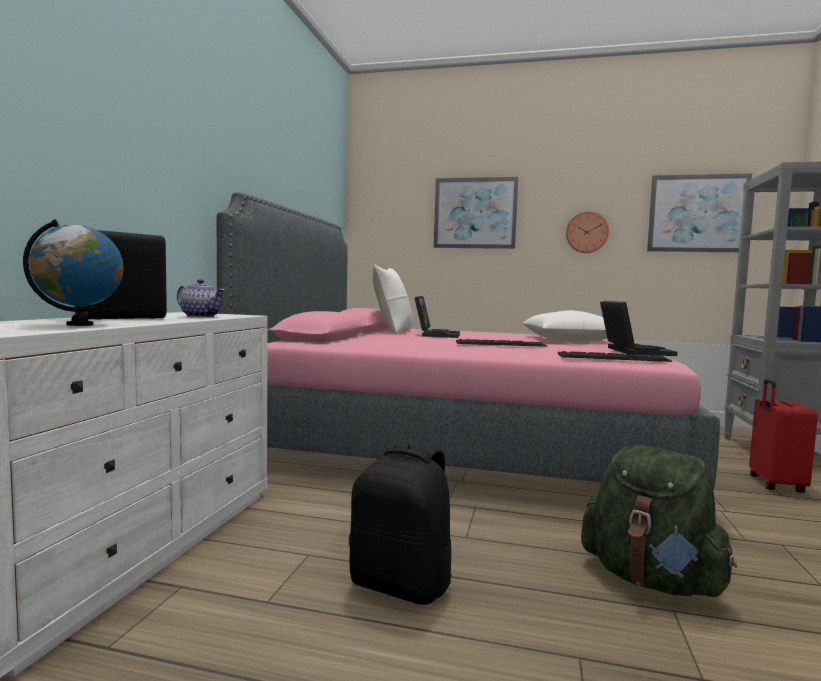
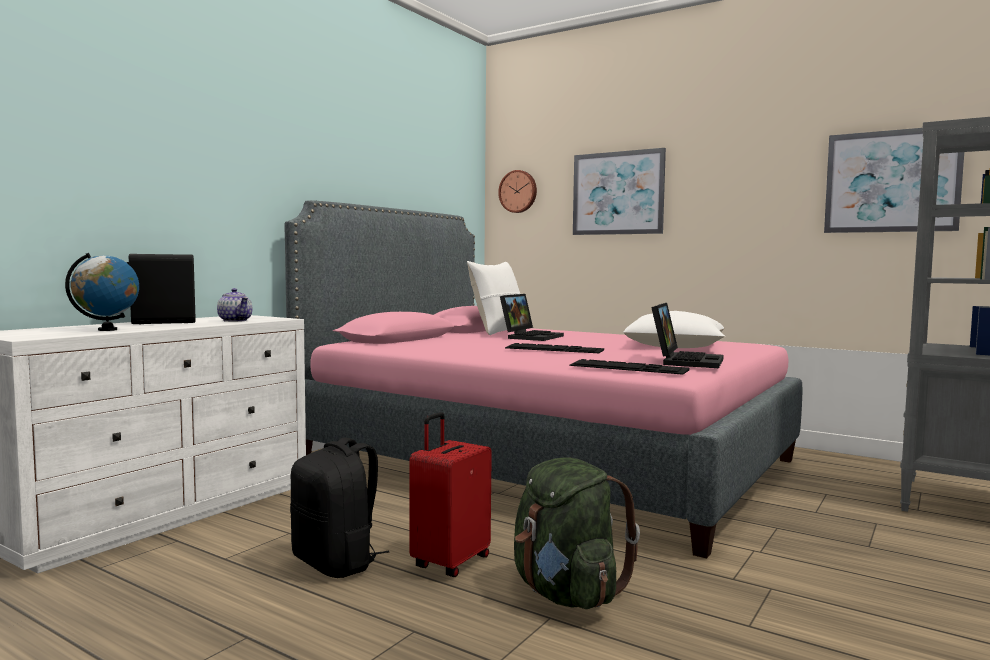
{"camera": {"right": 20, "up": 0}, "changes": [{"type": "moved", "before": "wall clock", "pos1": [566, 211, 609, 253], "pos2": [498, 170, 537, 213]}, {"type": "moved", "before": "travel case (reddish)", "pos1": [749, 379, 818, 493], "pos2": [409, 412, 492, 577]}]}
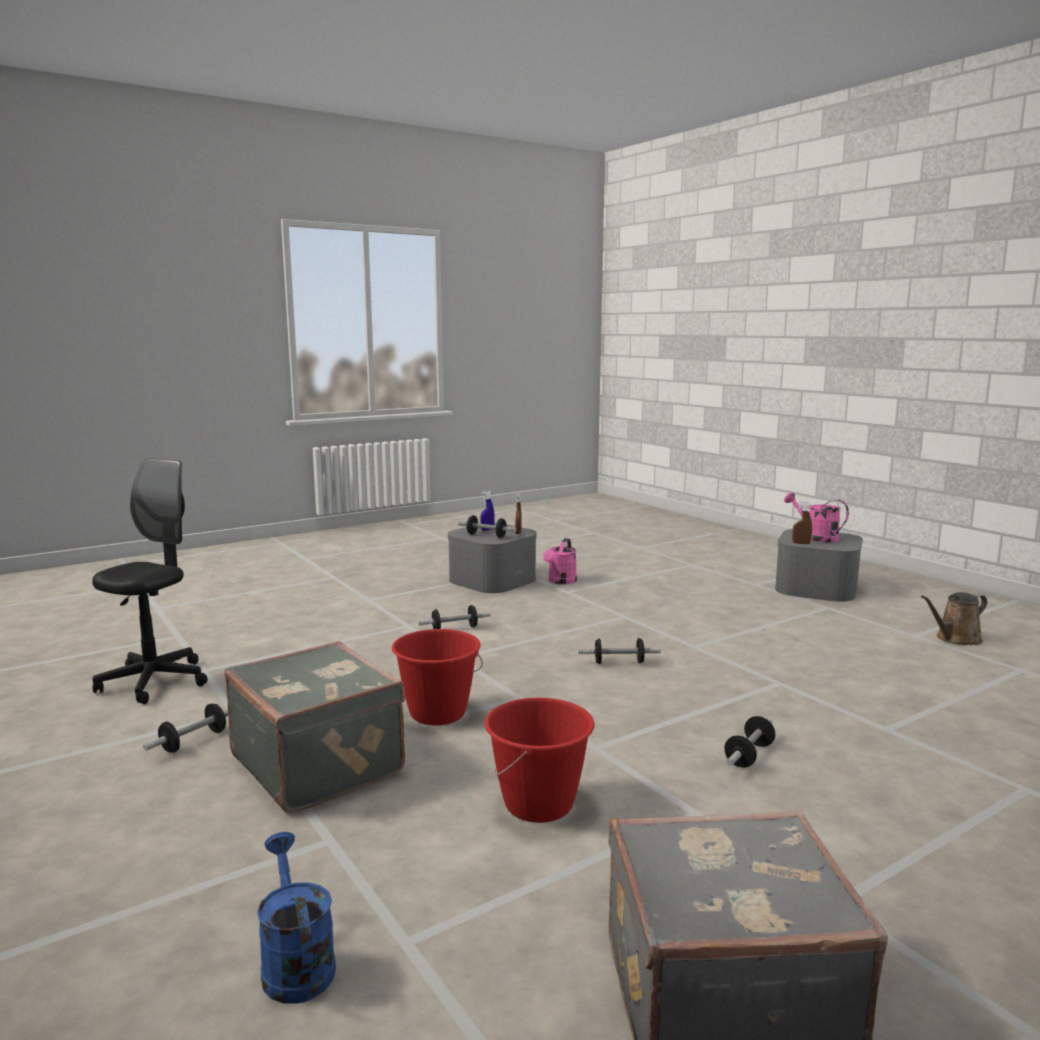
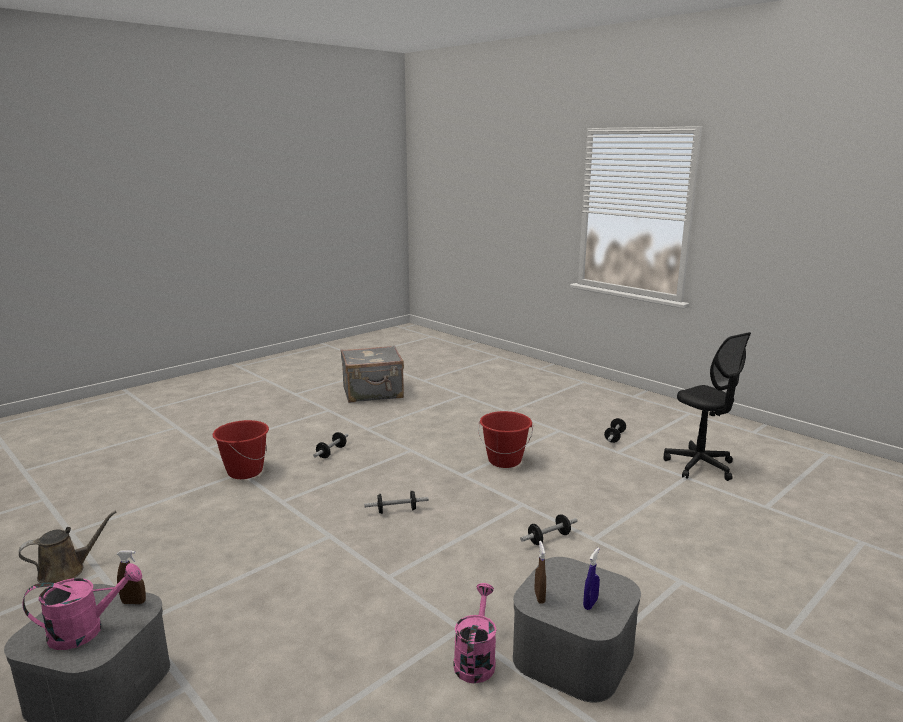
{"camera": {"right": 170, "up": 5}, "changes": [{"type": "turned", "before": "computer chair (blackish)", "pos1": [92, 458, 207, 704], "pos2": [663, 332, 751, 481], "turn": -45}, {"type": "removed", "before": "travel case (grey)", "pos1": [224, 641, 405, 813]}, {"type": "removed", "before": "sprinkling can (bluish)", "pos1": [257, 832, 336, 1004]}, {"type": "removed", "before": "dumbbell", "pos1": [458, 515, 516, 538]}, {"type": "moved", "before": "water bucket (reddish)", "pos1": [484, 697, 594, 823], "pos2": [213, 420, 269, 479]}, {"type": "turned", "before": "sprinkling can (pink-coloured)", "pos1": [784, 492, 849, 542], "pos2": [23, 563, 142, 650], "turn": -60}]}
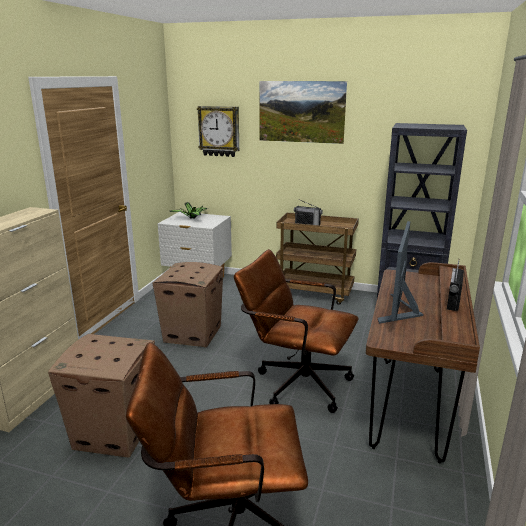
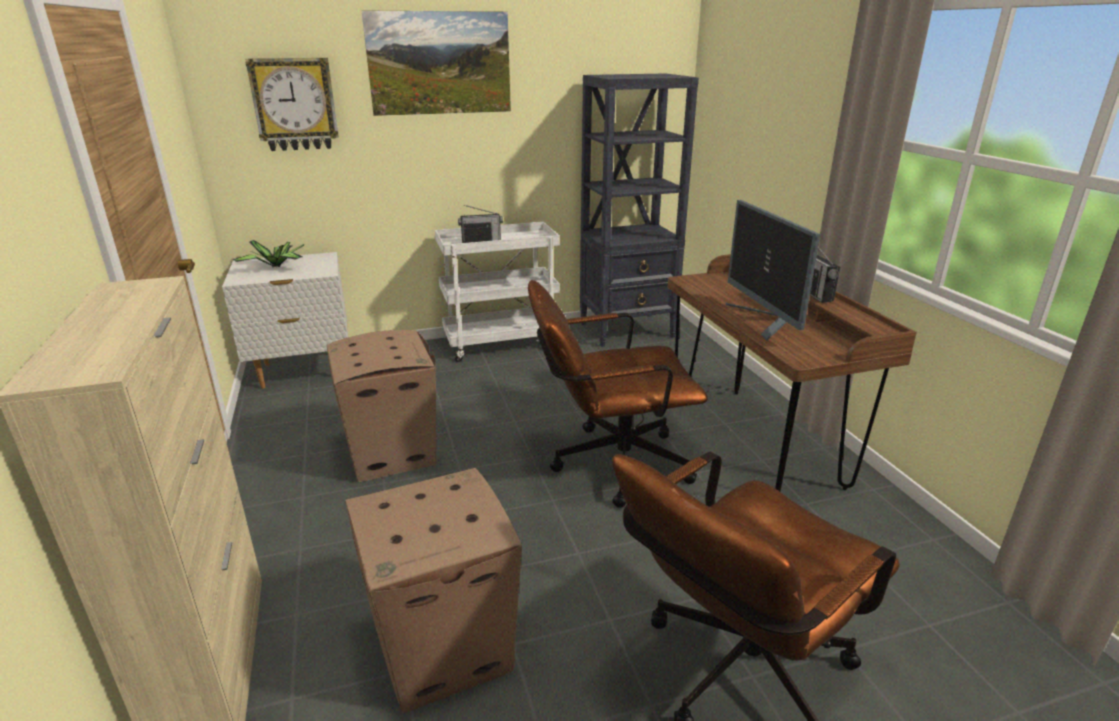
{"camera": {"right": -35, "up": 5}, "changes": [{"type": "recoloured", "before": "trolley (brownish)", "after": "trolley (whitish)", "pos1": [276, 213, 359, 305], "pos2": [435, 222, 560, 362]}]}
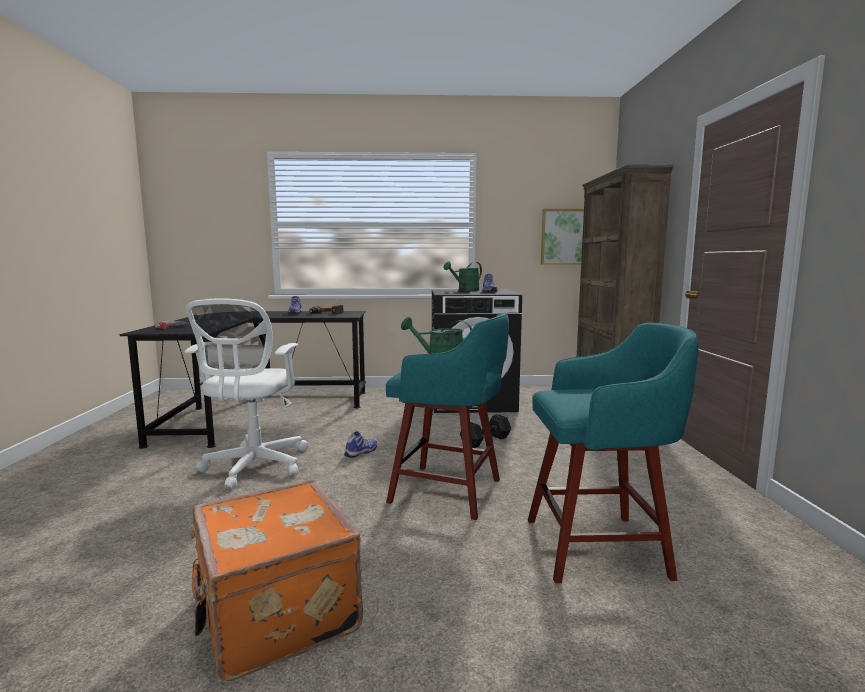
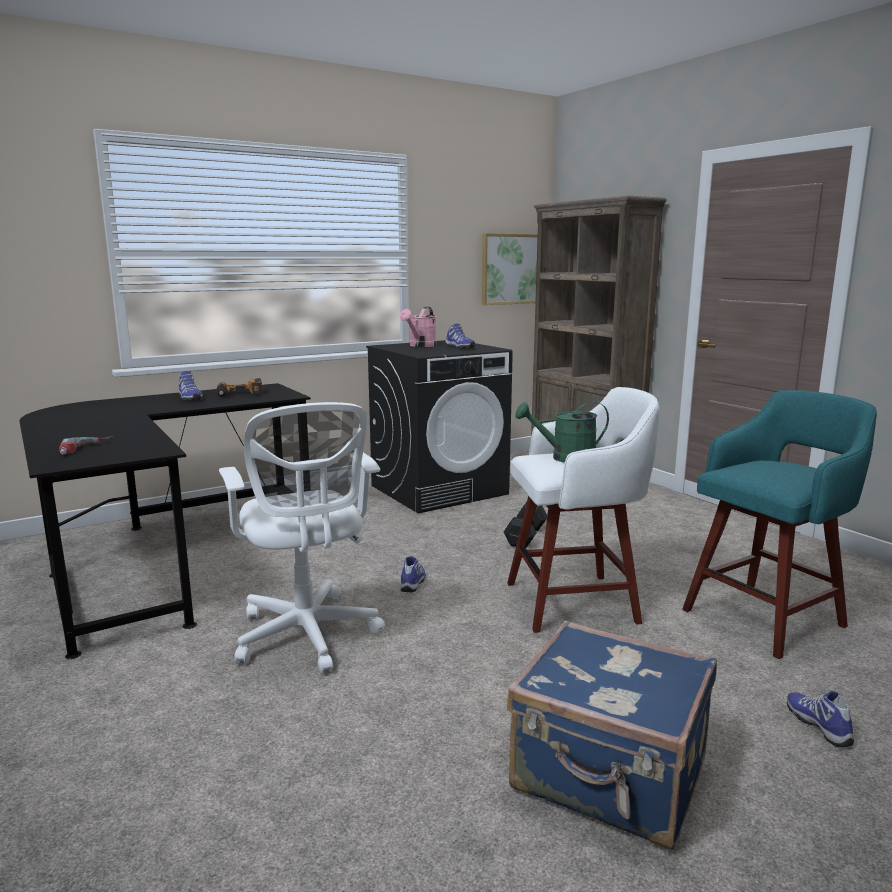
{"camera": {"right": -30, "up": 5}, "changes": [{"type": "recoloured", "before": "travel case (orange-coloured)", "after": "travel case (bluish)", "pos1": [189, 479, 363, 681], "pos2": [507, 621, 717, 850]}, {"type": "recoloured", "before": "sitting stool (turquoise)", "after": "sitting stool (whitish)", "pos1": [386, 313, 509, 520], "pos2": [507, 387, 660, 633]}, {"type": "recoloured", "before": "sprinkling can (green-coloured)", "after": "sprinkling can (pink-coloured)", "pos1": [443, 262, 482, 291], "pos2": [400, 307, 437, 347]}, {"type": "added", "after": "shoe", "pos2": [787, 691, 854, 748]}]}
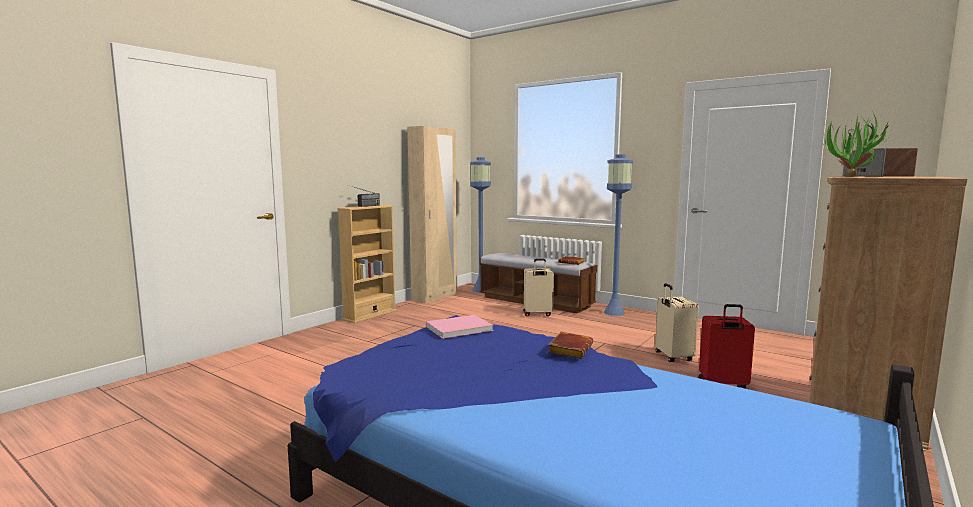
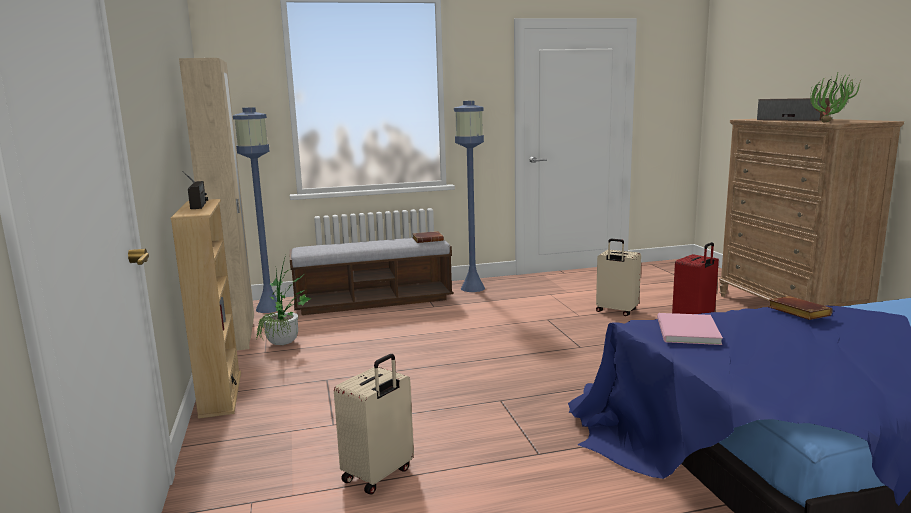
{"camera": {"right": -50, "up": 5}, "changes": [{"type": "moved", "before": "travel case (sand-coloured)", "pos1": [523, 259, 554, 316], "pos2": [334, 354, 414, 494]}, {"type": "added", "after": "plant in a pot", "pos2": [256, 255, 311, 345]}]}
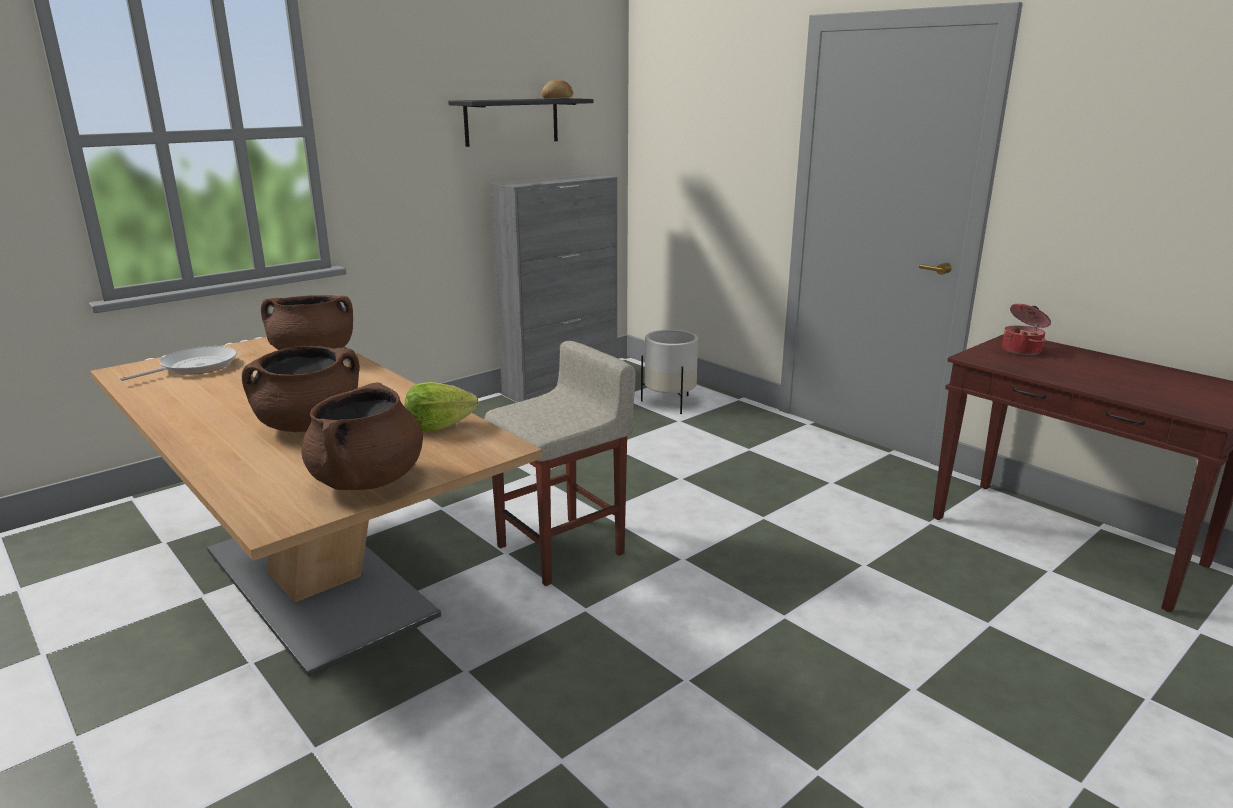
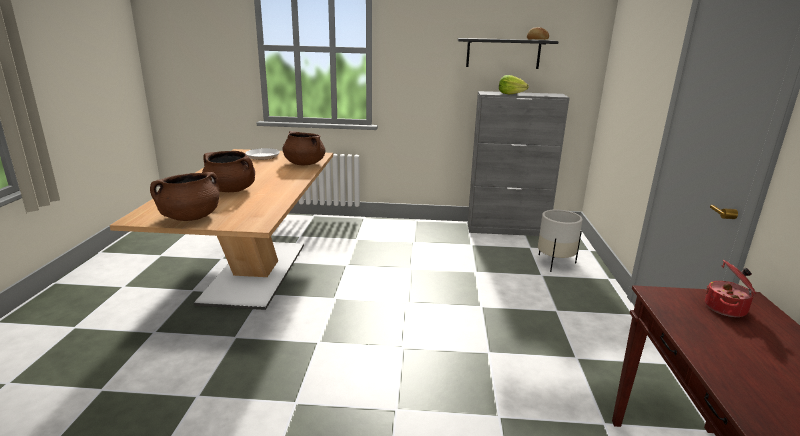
{"camera": {"right": 45, "up": 0}, "changes": [{"type": "moved", "before": "head of lettuce", "pos1": [405, 382, 479, 431], "pos2": [499, 75, 528, 94]}, {"type": "removed", "before": "sitting stool (sand-coloured)", "pos1": [484, 341, 636, 586]}]}
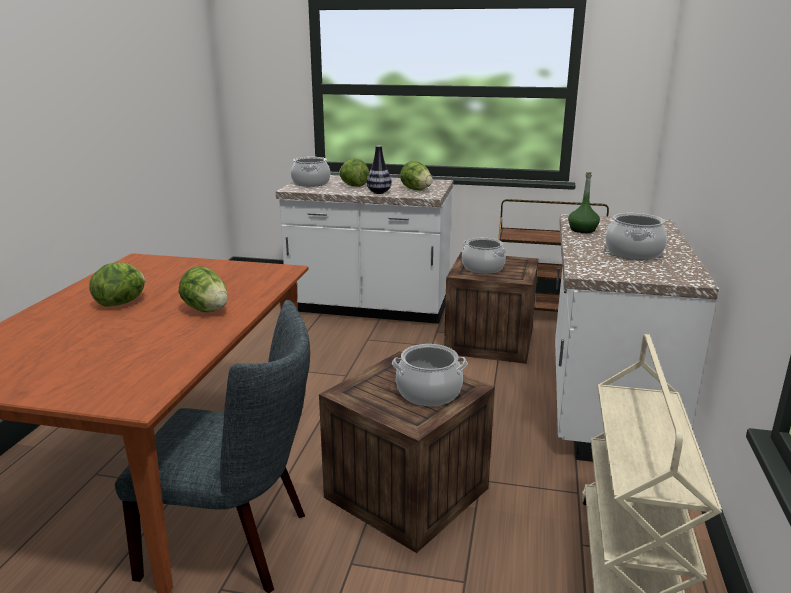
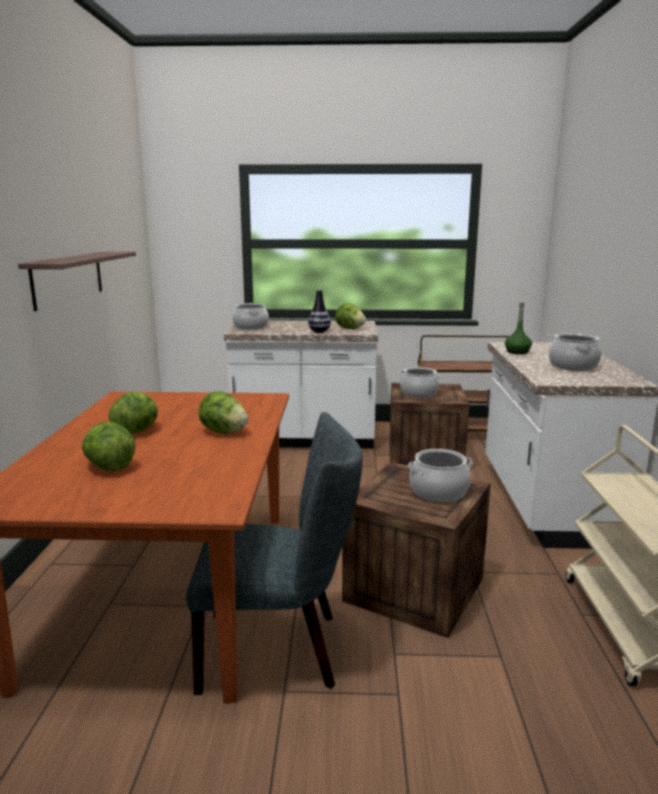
{"camera": {"right": -10, "up": -5}, "changes": [{"type": "moved", "before": "head of lettuce", "pos1": [339, 158, 369, 187], "pos2": [82, 422, 135, 471]}, {"type": "added", "after": "wall shelf", "pos2": [18, 252, 136, 311]}]}
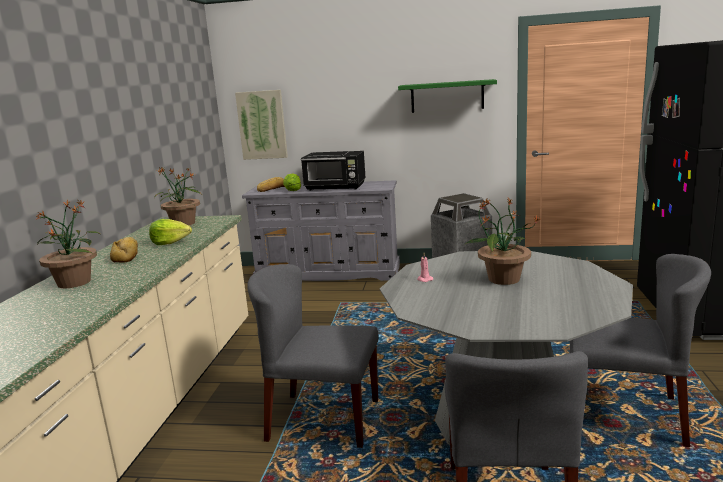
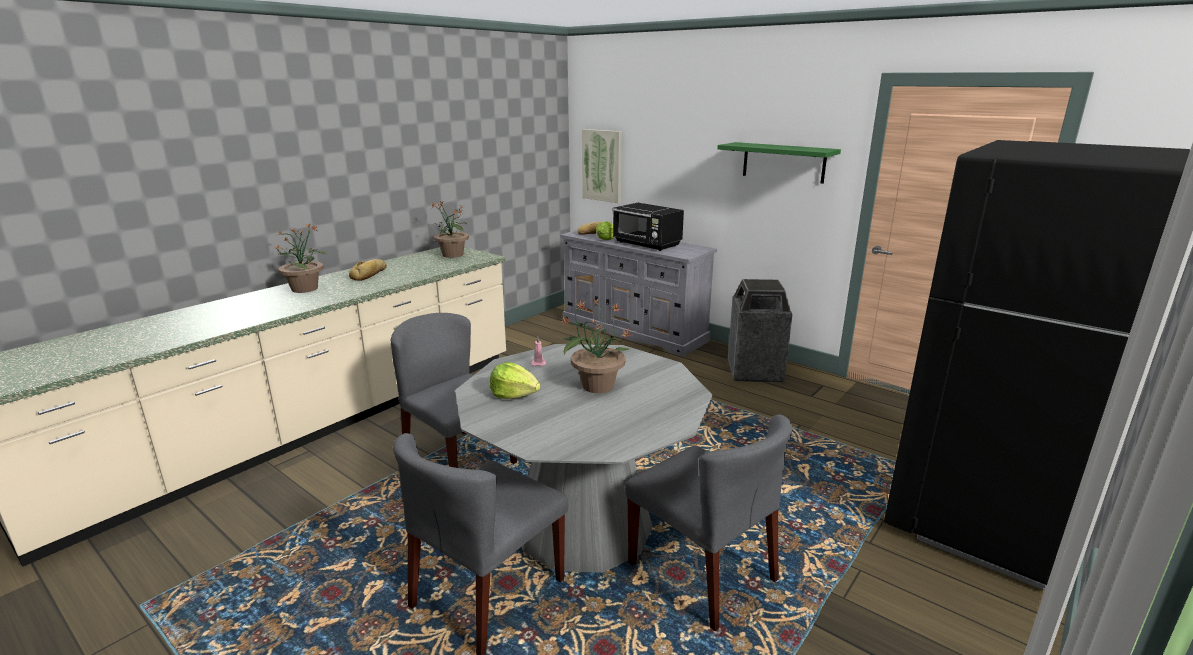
{"camera": {"right": 30, "up": 5}, "changes": [{"type": "moved", "before": "head of lettuce", "pos1": [149, 219, 192, 245], "pos2": [490, 362, 541, 399]}]}
